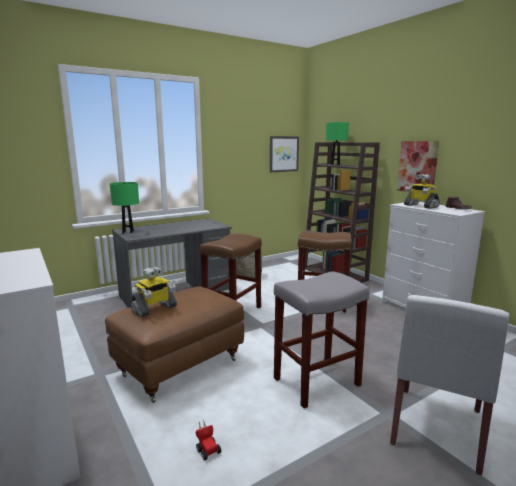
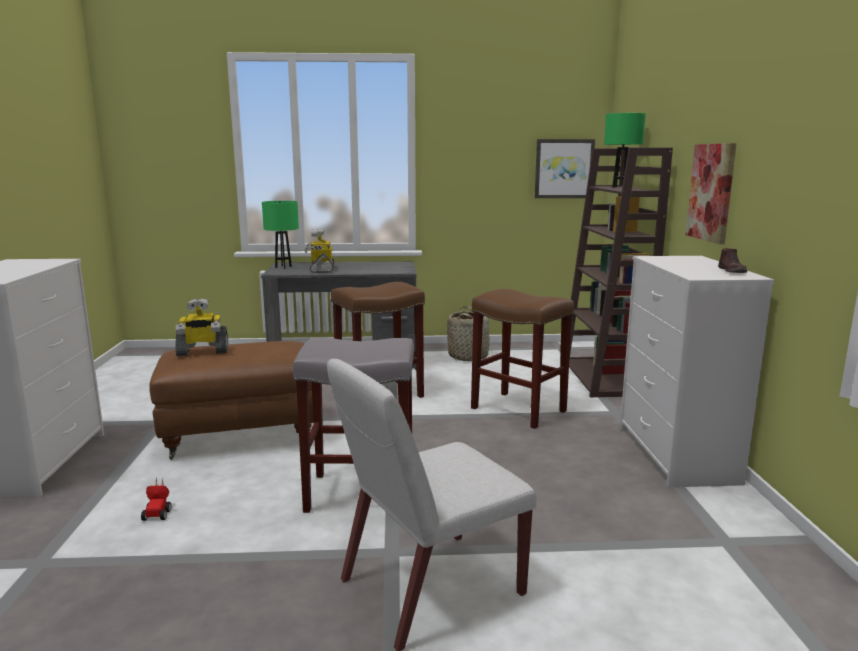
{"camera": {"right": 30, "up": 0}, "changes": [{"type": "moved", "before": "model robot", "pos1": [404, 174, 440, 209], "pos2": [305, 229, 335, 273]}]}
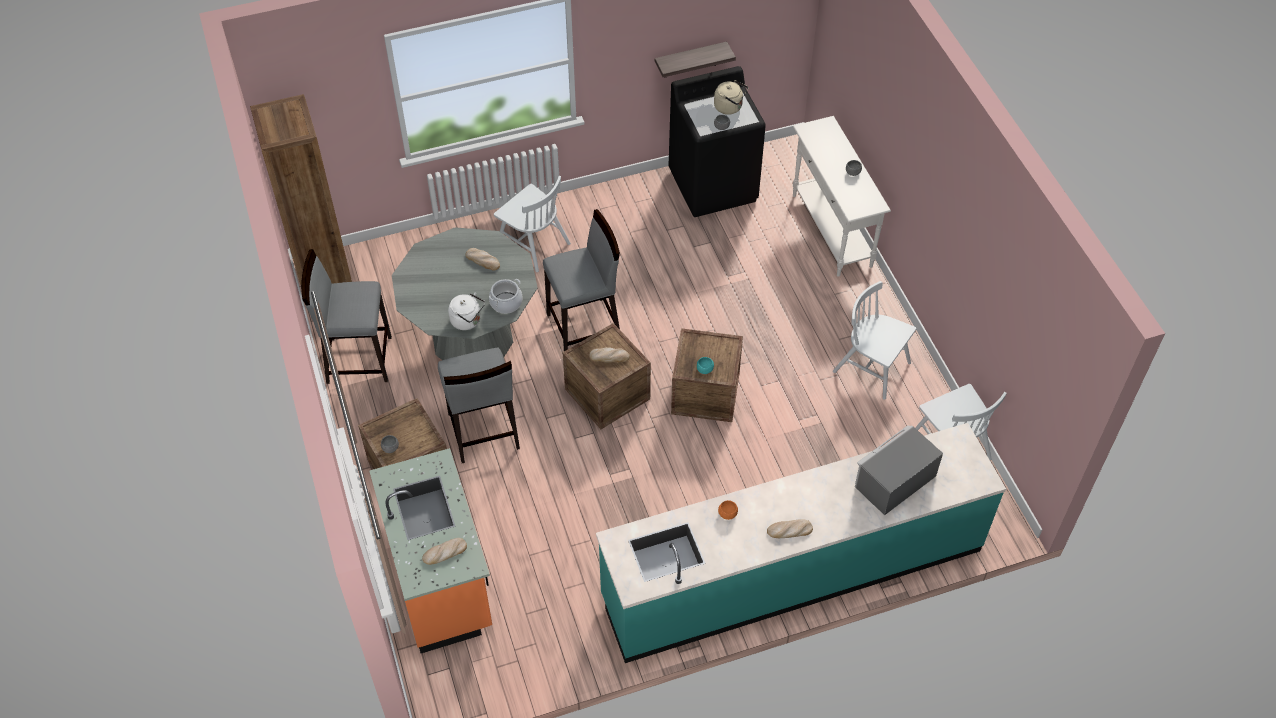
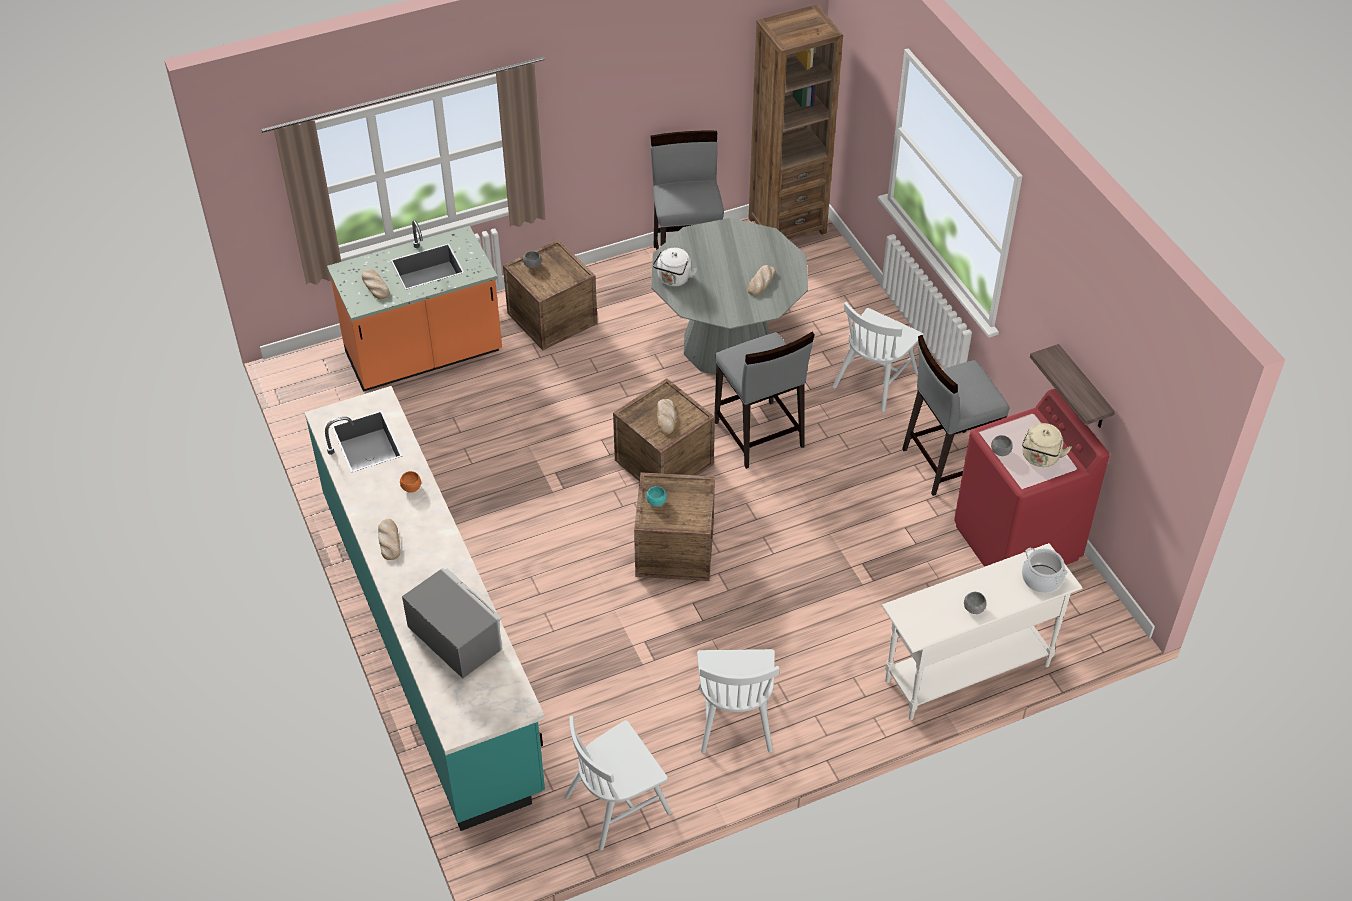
{"camera": {"right": 85, "up": -5}, "changes": [{"type": "moved", "before": "sitting stool (grey)", "pos1": [438, 347, 520, 463], "pos2": [902, 335, 1009, 496]}, {"type": "moved", "before": "stockpot", "pos1": [489, 279, 522, 314], "pos2": [1022, 548, 1067, 593]}, {"type": "recoloured", "before": "laundry appliance (blackish)", "after": "laundry appliance (reddish)", "pos1": [669, 66, 766, 217], "pos2": [954, 389, 1109, 567]}, {"type": "turned", "before": "chair (whitish)", "pos1": [833, 281, 916, 400], "pos2": [697, 649, 780, 753], "turn": 150}]}
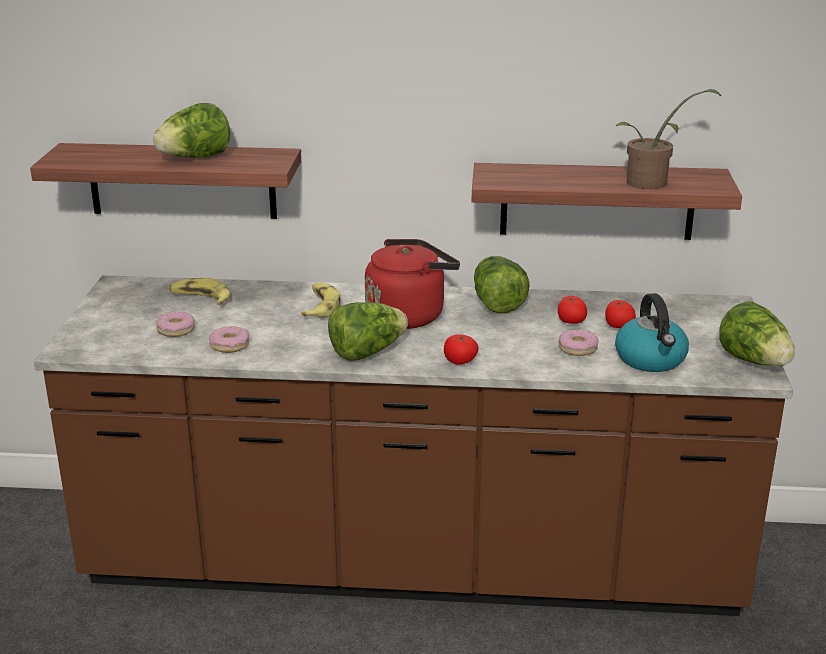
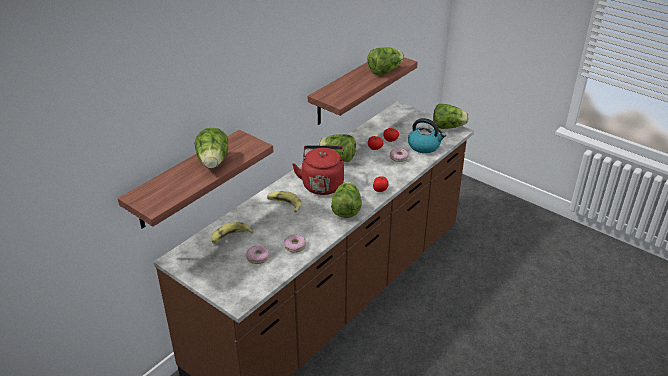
{"camera": {"right": -55, "up": 10}, "changes": [{"type": "replaced", "before": "plant in a pot", "after": "head of lettuce", "pos1": [615, 89, 722, 189], "pos2": [367, 47, 404, 75]}]}
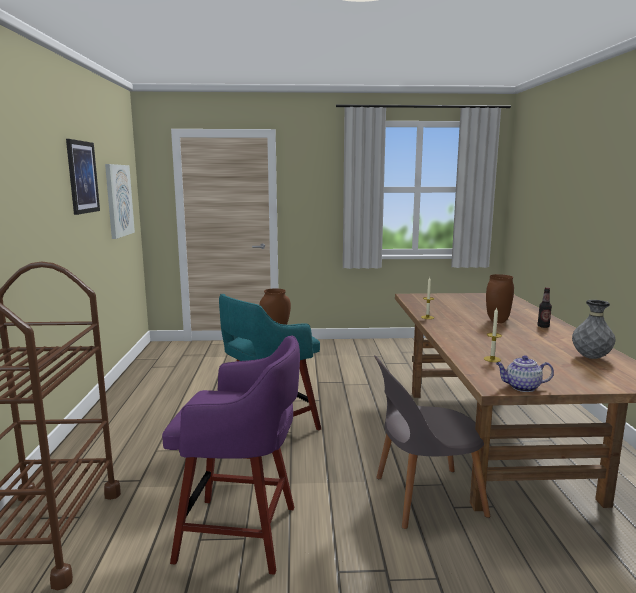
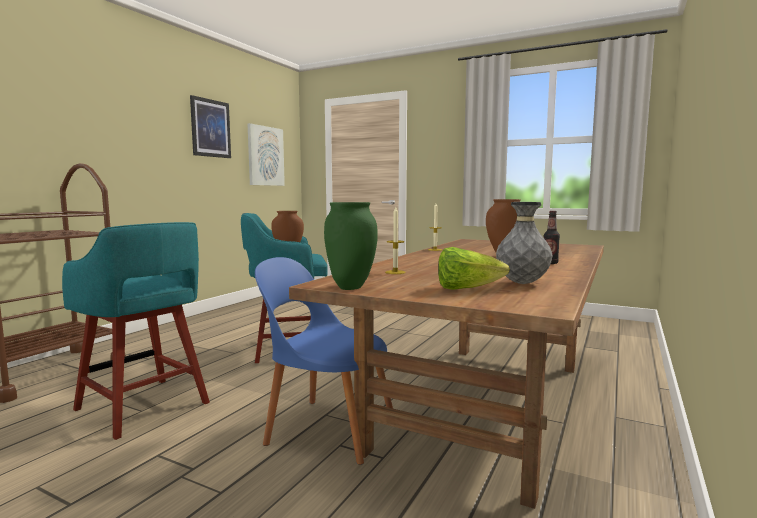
{"camera": {"right": 30, "up": -5}, "changes": [{"type": "recoloured", "before": "sitting stool (purplish)", "after": "sitting stool (turquoise)", "pos1": [162, 335, 300, 575], "pos2": [62, 222, 210, 440]}, {"type": "recoloured", "before": "chair (grey)", "after": "chair (bluish)", "pos1": [374, 355, 490, 529], "pos2": [255, 257, 393, 465]}, {"type": "replaced", "before": "tea pot", "after": "flower vase (green-coloured)", "pos1": [496, 355, 554, 392], "pos2": [324, 202, 378, 290]}, {"type": "added", "after": "head of lettuce", "pos2": [438, 247, 510, 290]}]}
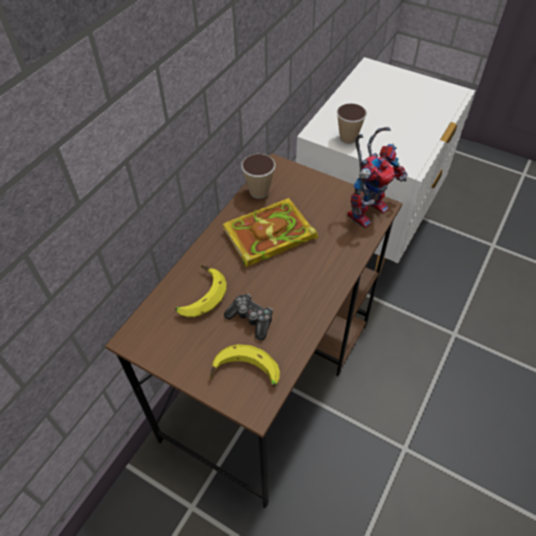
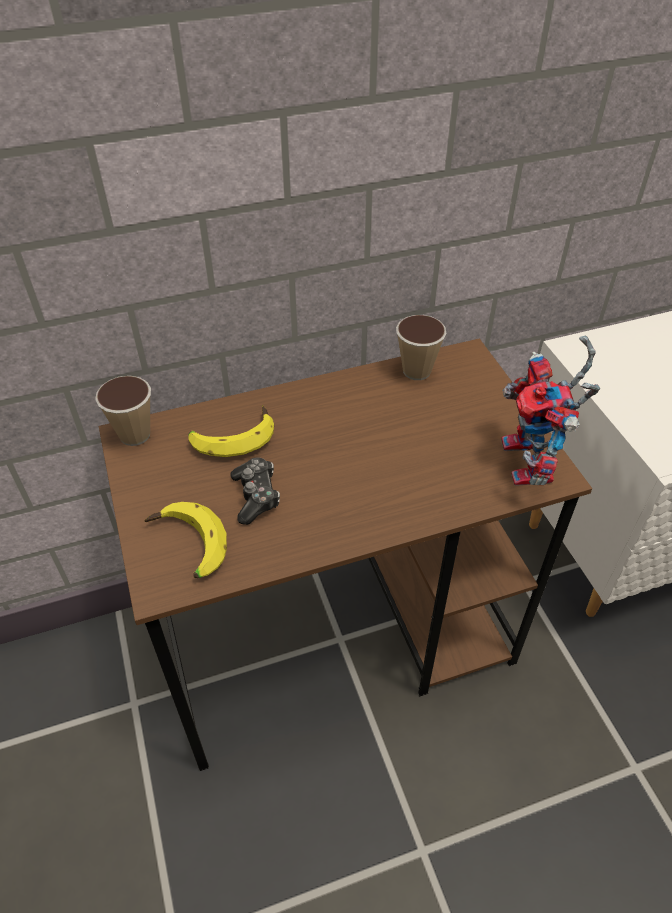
{"camera": {"right": 40, "up": -5}, "changes": [{"type": "removed", "before": "book", "pos1": [223, 198, 318, 267]}, {"type": "moved", "before": "cup", "pos1": [337, 103, 367, 144], "pos2": [95, 376, 151, 446]}, {"type": "turned", "before": "model robot", "pos1": [347, 127, 408, 229], "pos2": [501, 336, 600, 486], "turn": 90}]}
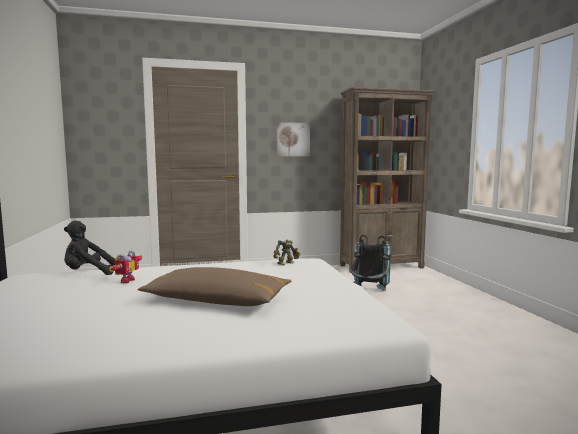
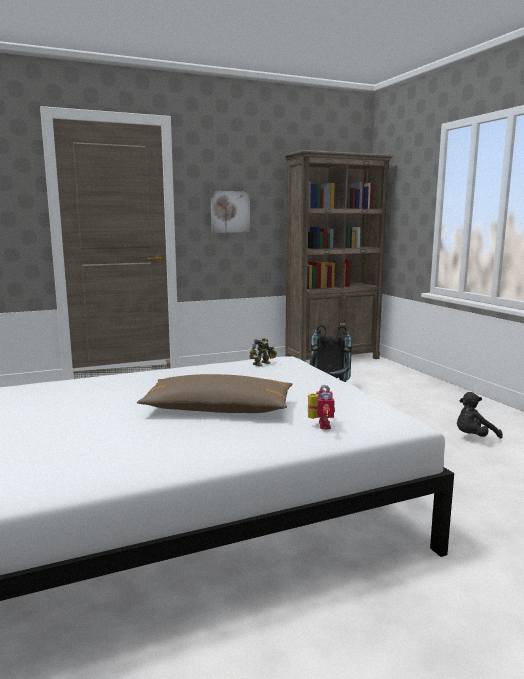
{"camera": {"right": -10, "up": 5}, "changes": [{"type": "moved", "before": "soft toy (blackish)", "pos1": [64, 220, 115, 275], "pos2": [457, 392, 503, 439]}, {"type": "moved", "before": "model robot", "pos1": [109, 251, 142, 284], "pos2": [308, 385, 335, 430]}]}
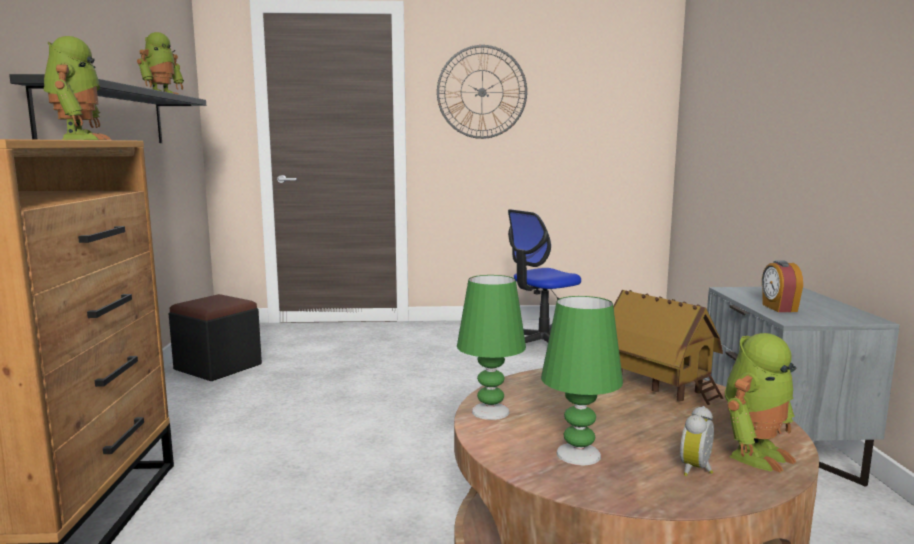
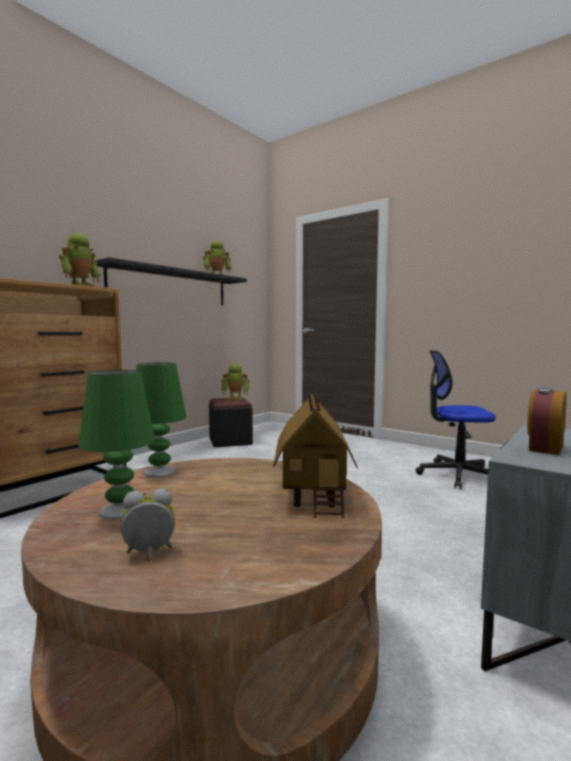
{"camera": {"right": 40, "up": -5}, "changes": [{"type": "removed", "before": "wall clock", "pos1": [437, 45, 527, 139]}, {"type": "moved", "before": "model robot", "pos1": [725, 333, 796, 472], "pos2": [221, 363, 249, 400]}]}
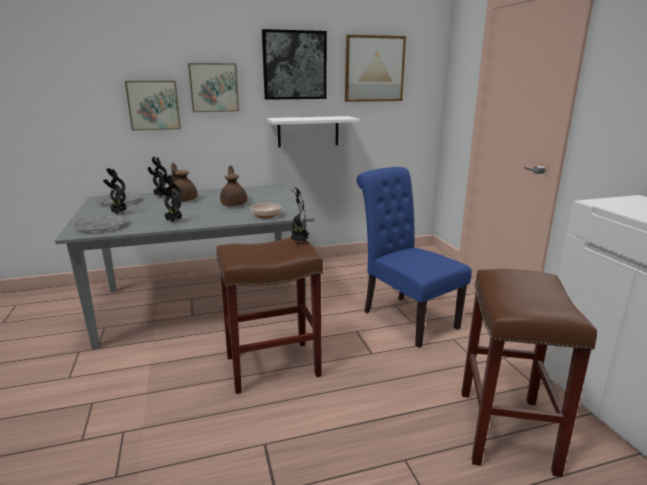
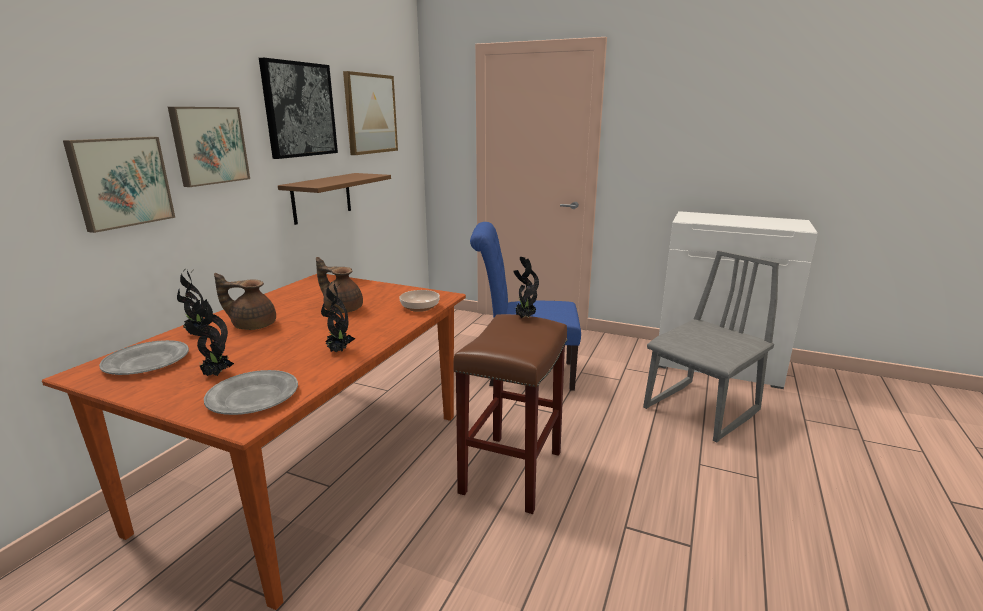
{"camera": {"right": -50, "up": 0}, "changes": [{"type": "recoloured", "before": "dining table (grey)", "after": "dining table (brownish)", "pos1": [55, 184, 315, 349], "pos2": [42, 274, 466, 610]}, {"type": "recoloured", "before": "wall shelf (whitish)", "after": "wall shelf (brownish)", "pos1": [266, 116, 360, 148], "pos2": [278, 173, 391, 225]}, {"type": "replaced", "before": "sitting stool (brownish)", "after": "chair (grey)", "pos1": [461, 269, 597, 477], "pos2": [643, 250, 779, 443]}]}
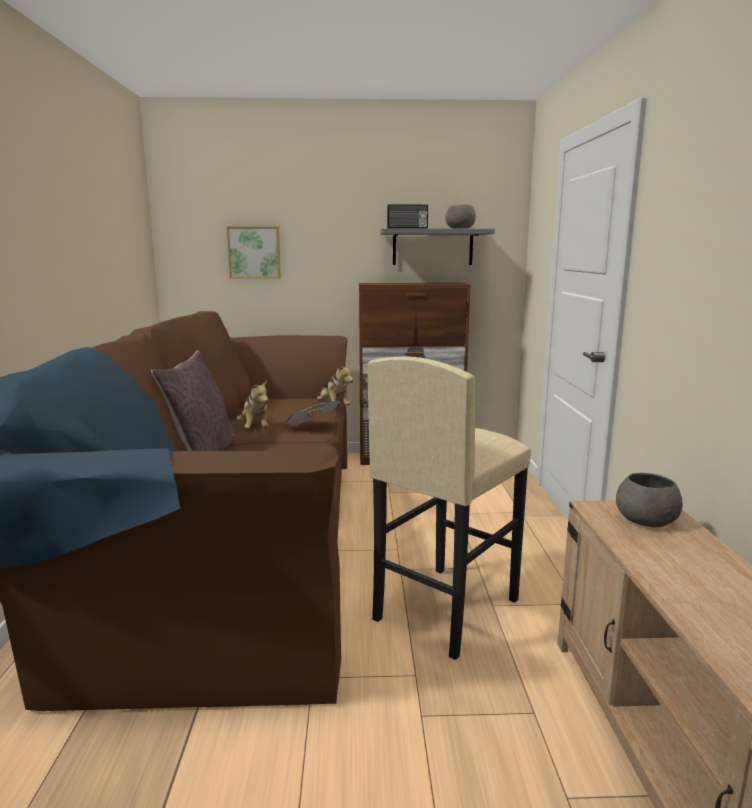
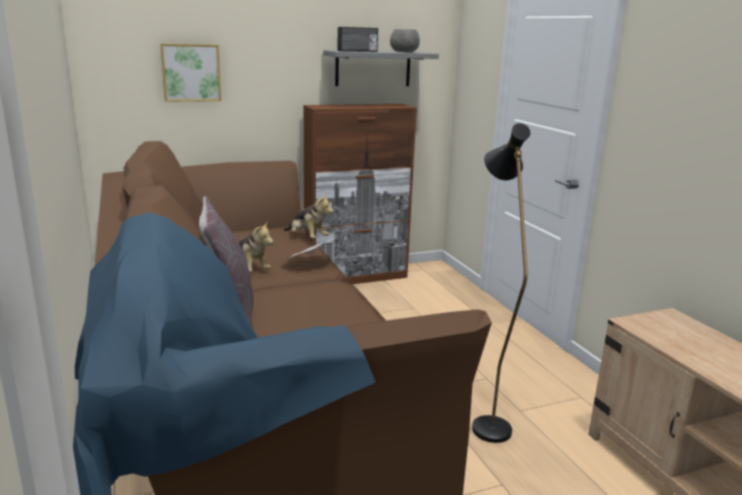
{"camera": {"right": -20, "up": 5}, "changes": [{"type": "replaced", "before": "sitting stool (sand-coloured)", "after": "floor lamp (blackish)", "pos1": [367, 356, 531, 660], "pos2": [472, 123, 530, 443]}, {"type": "removed", "before": "serving bowl (grey)", "pos1": [616, 473, 683, 527]}]}
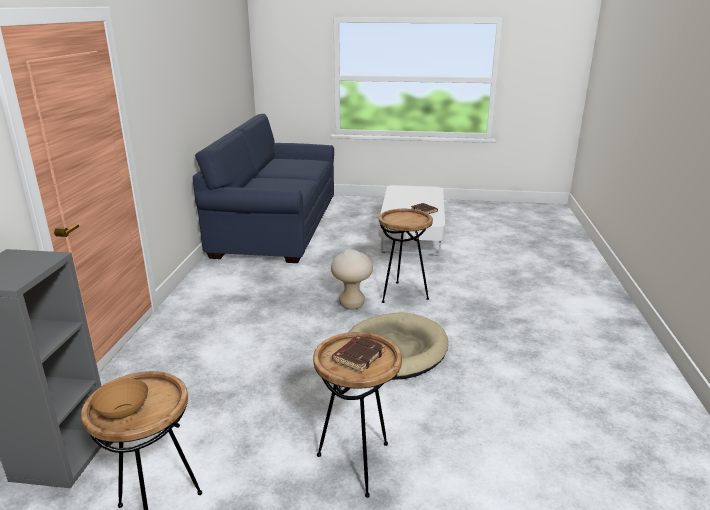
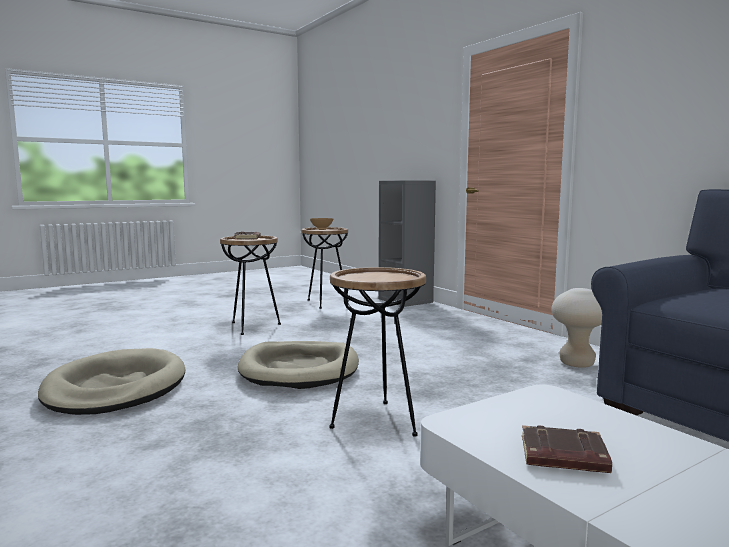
{"camera": {"right": 140, "up": -15}, "changes": [{"type": "moved", "before": "sitting stool (sand-coloured)", "pos1": [331, 250, 373, 310], "pos2": [551, 288, 602, 368]}, {"type": "added", "after": "dog cushion (sand-coloured)", "pos2": [38, 348, 185, 415]}]}
